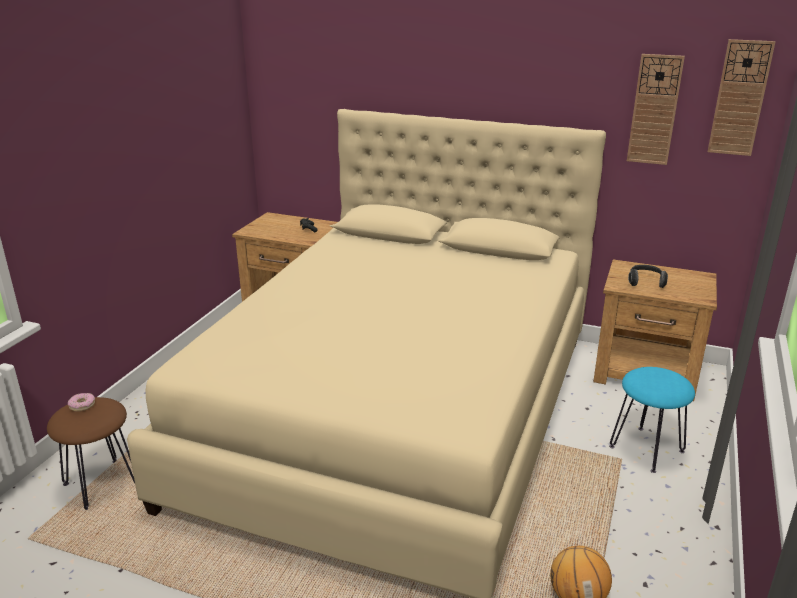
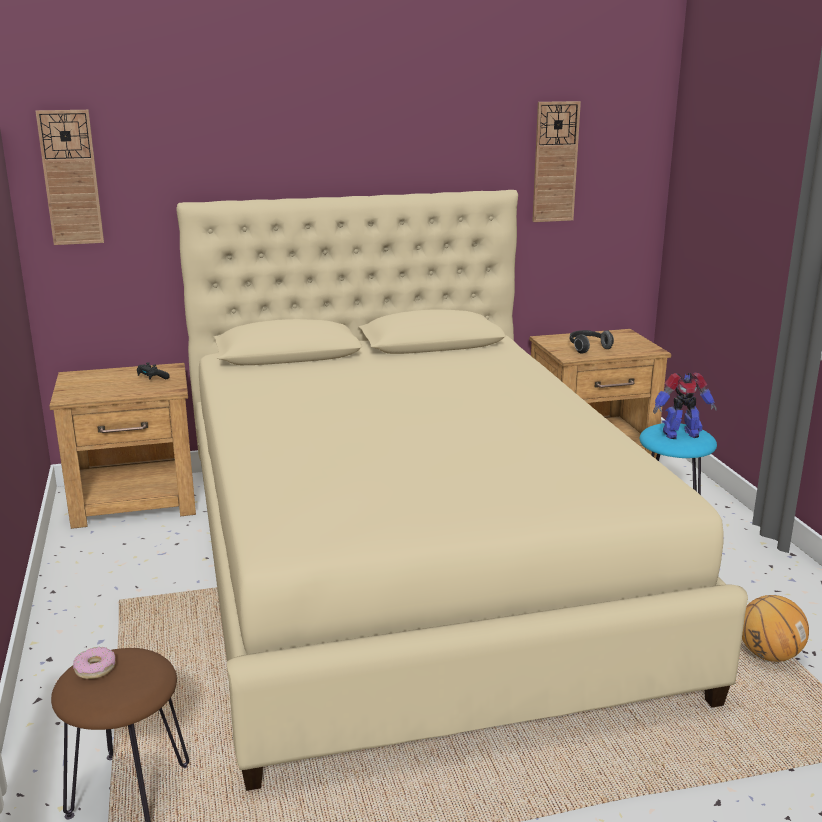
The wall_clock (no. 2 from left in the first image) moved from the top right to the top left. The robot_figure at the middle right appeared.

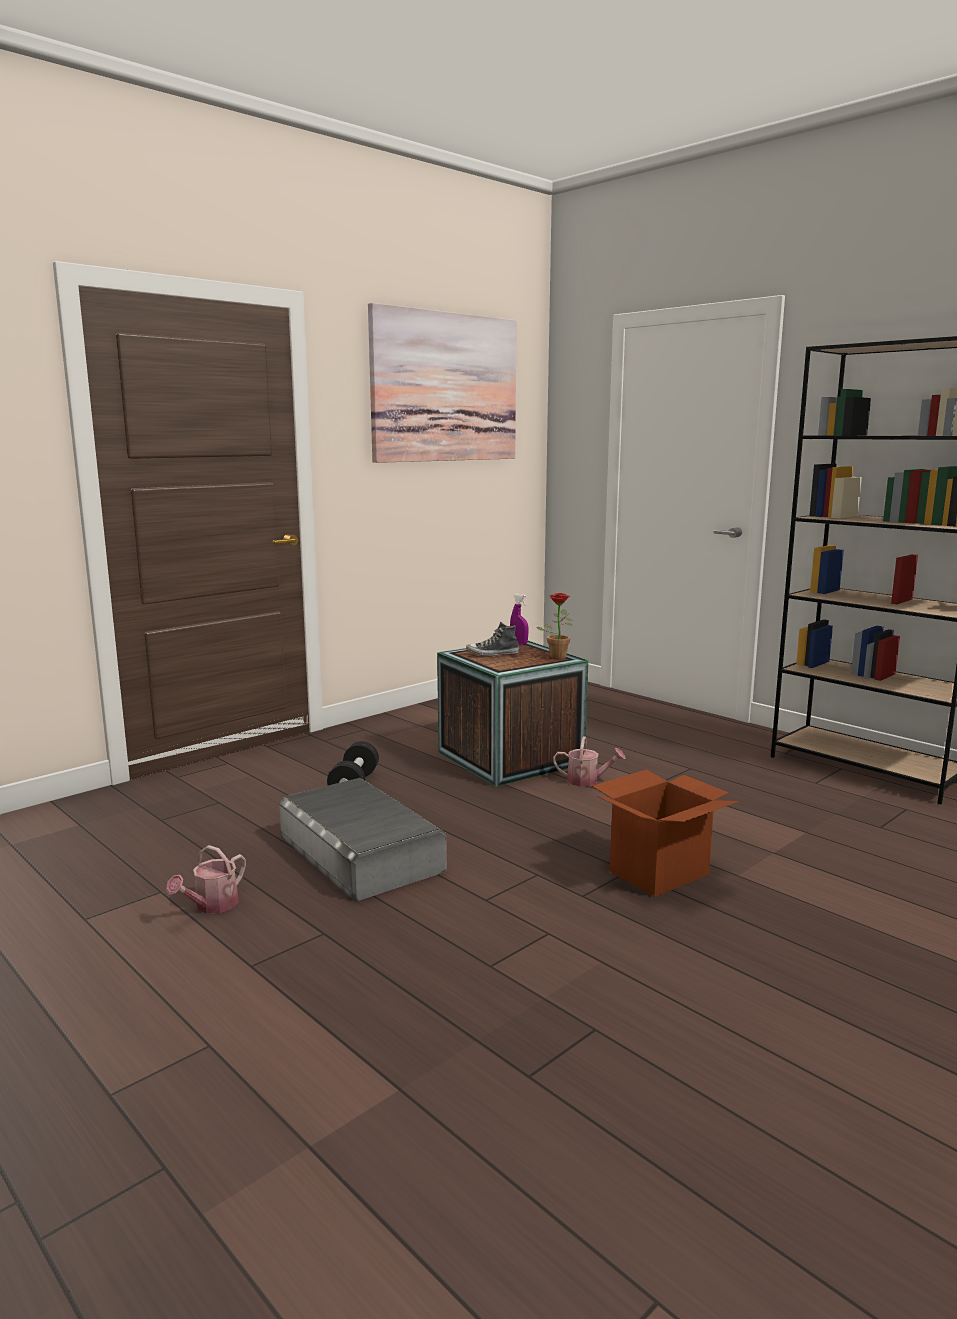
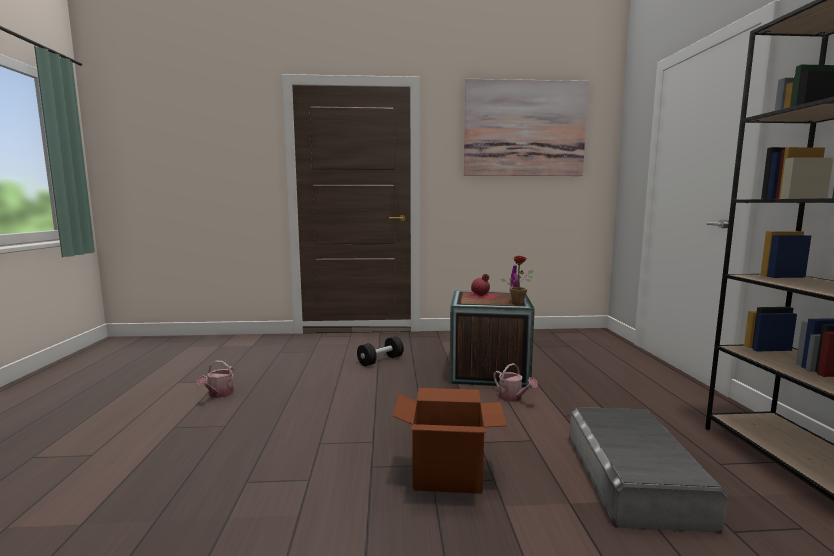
The sprinkling_can (no. 1 from left) at the middle left turned 60 degrees counterclockwise. The low_shoe at the centre was replaced by the reddish_beverage_bottle at the centre. The gray_storage_container moved from the centre to the bottom right.

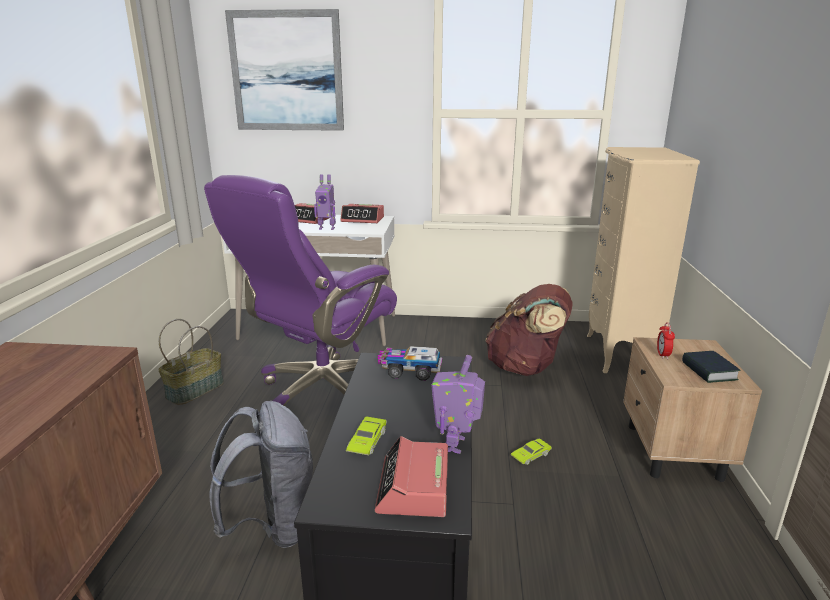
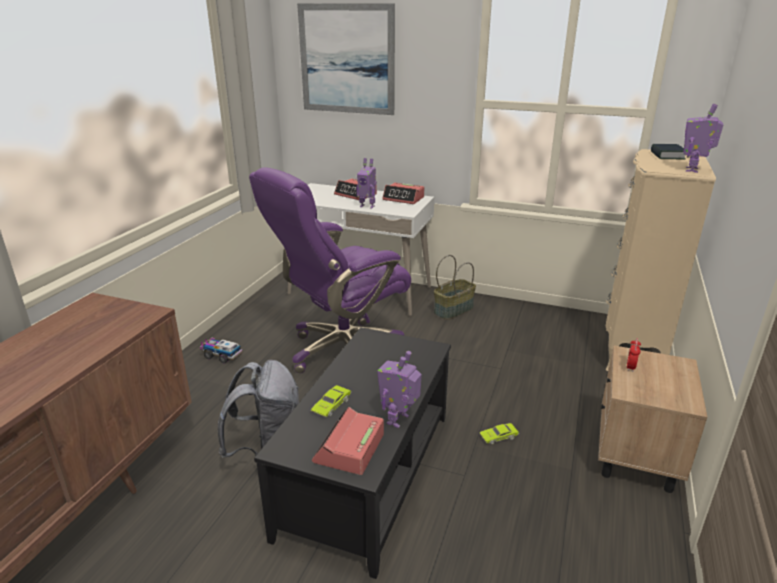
The toy_lorry moved from the centre to the middle left. The household_basket moved from the middle left to the centre. The book moved from the middle right to the top right. The robot_figure (no. 3 from left) at the top right appeared. The brown_rucksack at the centre disappeared.

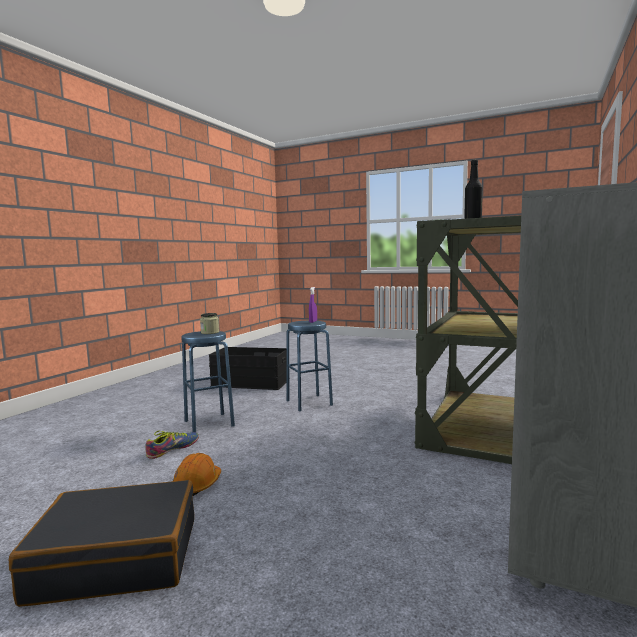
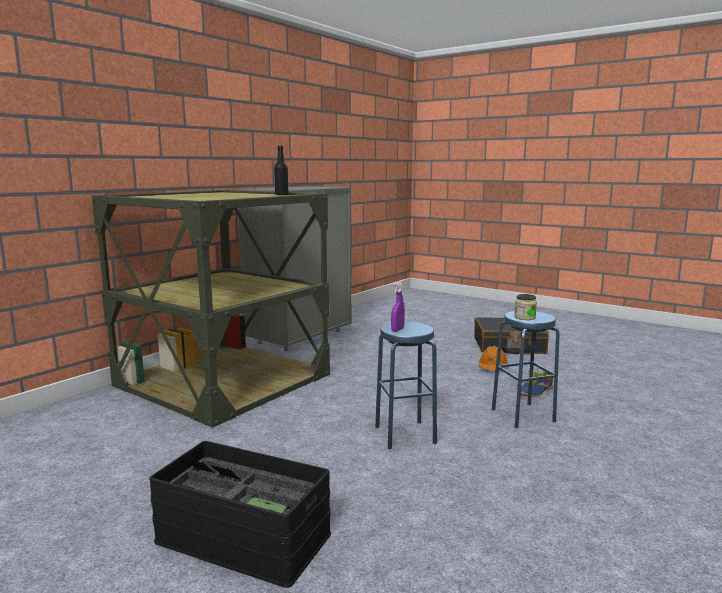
The black_storage_container moved from the centre to the bottom left.

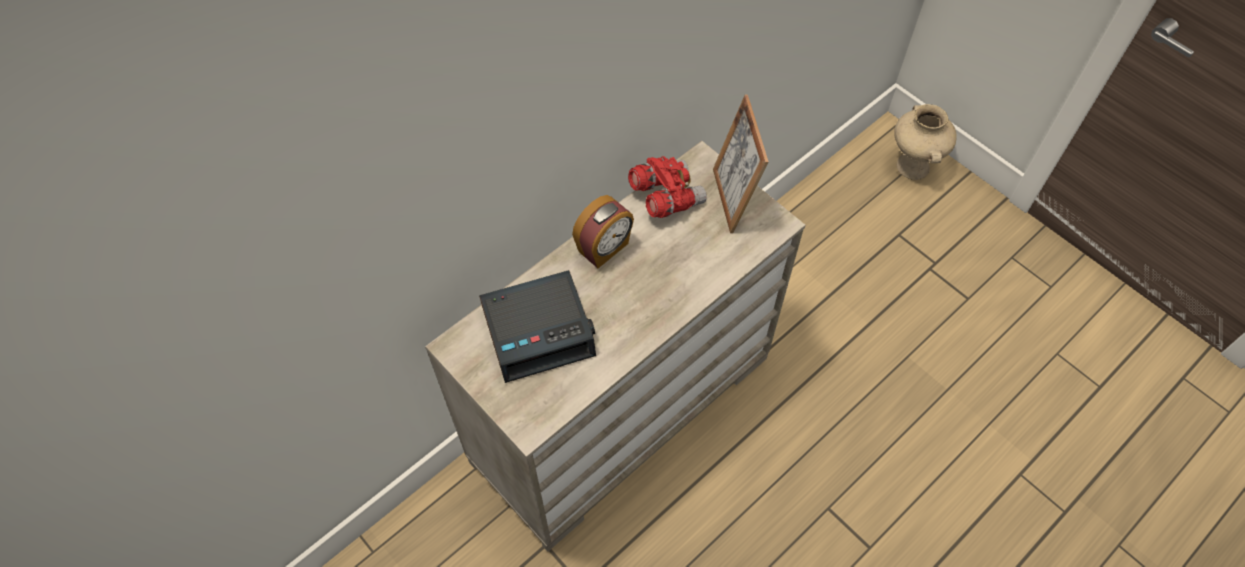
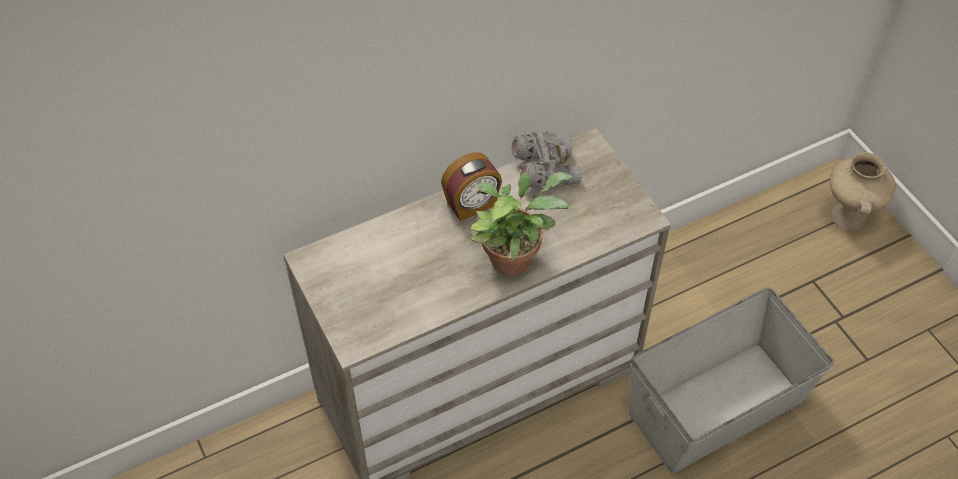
The potted_plant at the centre appeared. The reddish_pair_of_binoculars at the top centre became the gray_pair_of_binoculars at the top centre. The gray_storage_container at the bottom right appeared. The table_clock (no. 1 from left) at the centre disappeared. The photo_frame at the top centre disappeared.

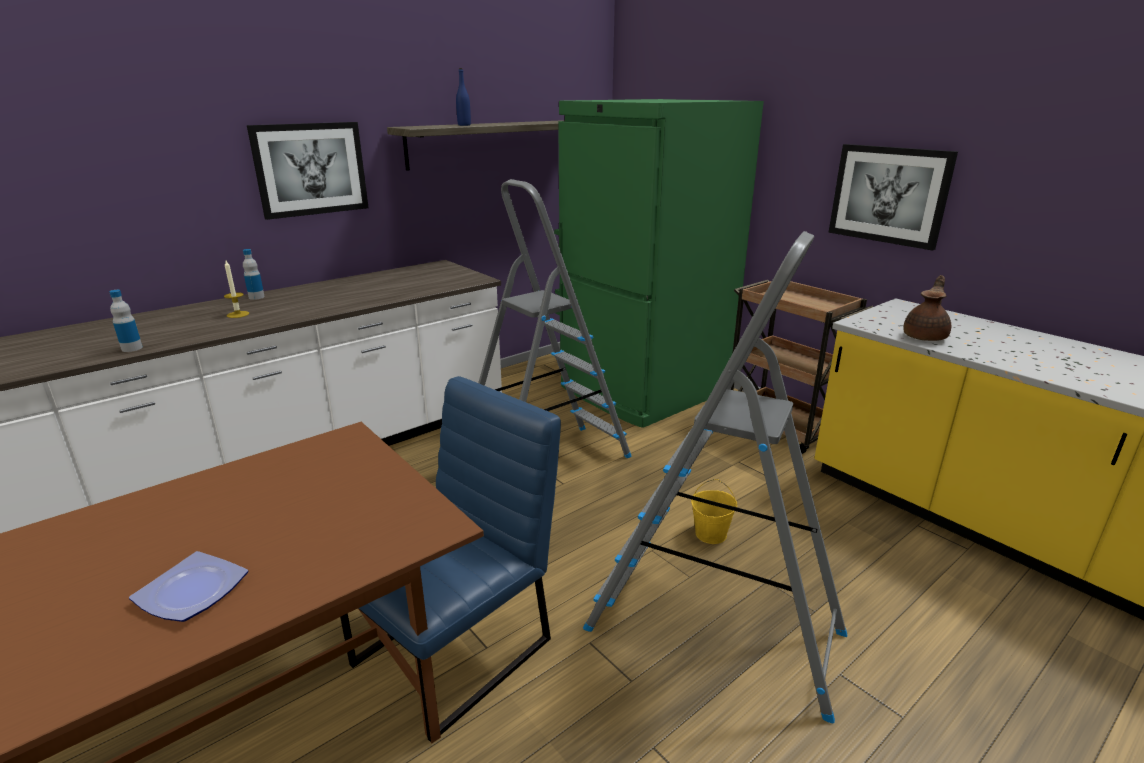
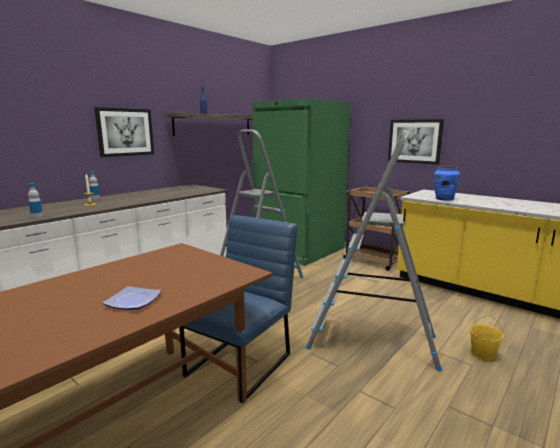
The brown_pot_for_tea at the middle right was replaced by the blue_flower_vase at the middle right. The yellowish_pail moved from the bottom centre to the bottom right.

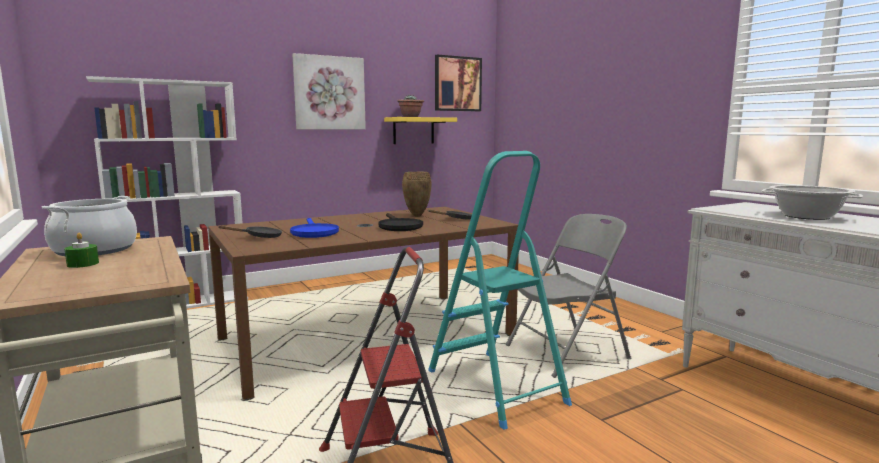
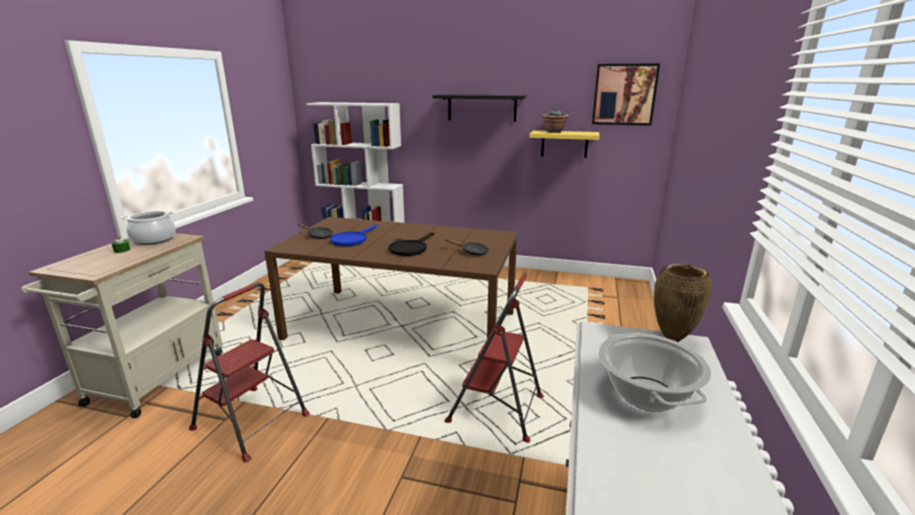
The wall_picture (no. 1 from left) at the top centre was replaced by the black_bracket_shelf at the top centre. The gray_plain_chair at the centre was replaced by the reddish_step_ladder (no. 2 from left) at the bottom centre. The brown_flower_vase moved from the centre to the middle right. The turquoise_step_ladder at the centre disappeared.

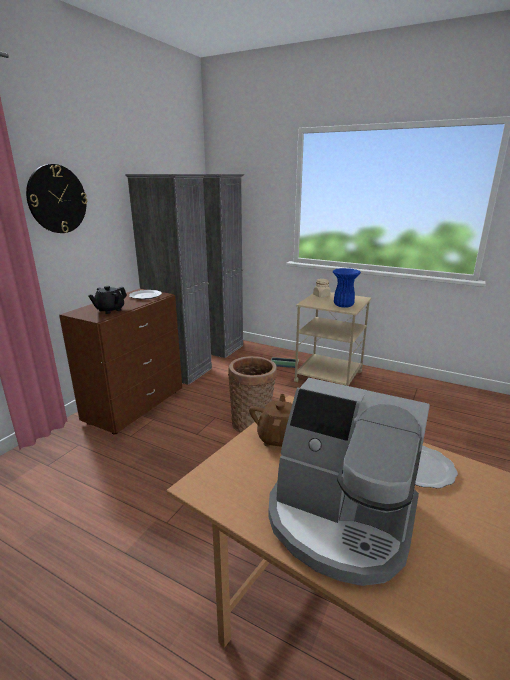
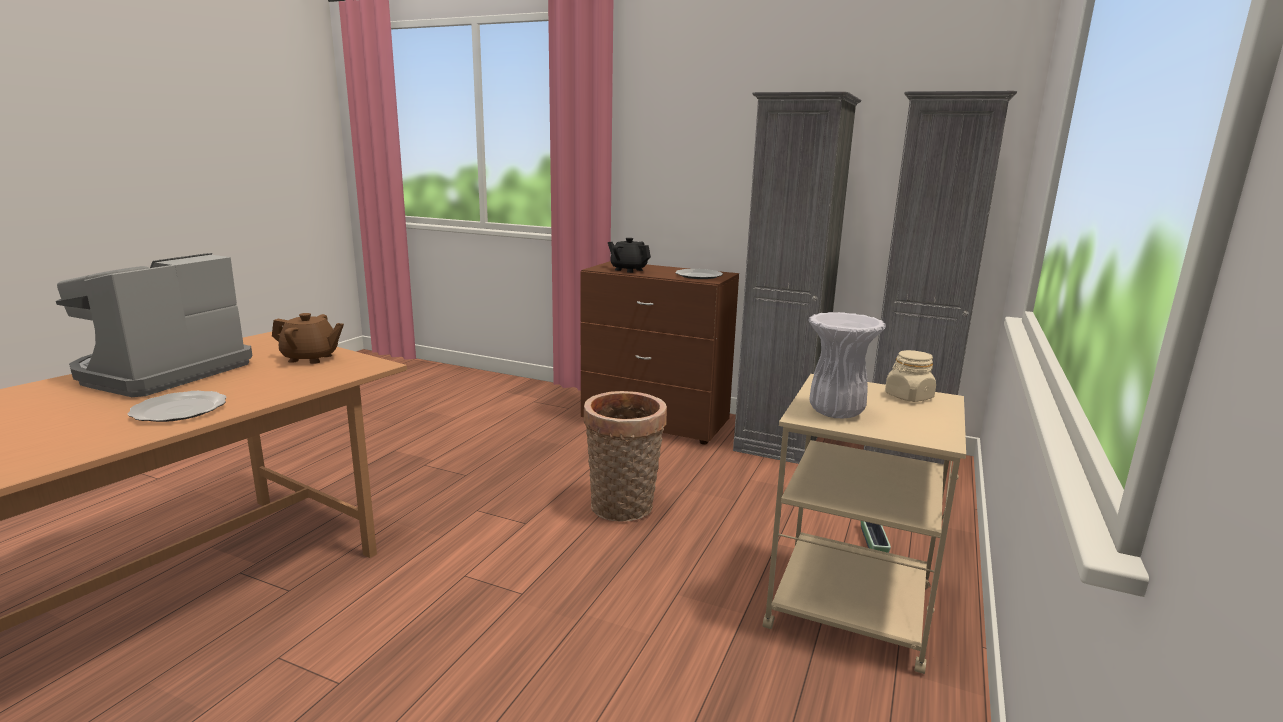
The blue_flower_vase at the middle right became the white_flower_vase at the centre. The wall_clock at the top left disappeared.

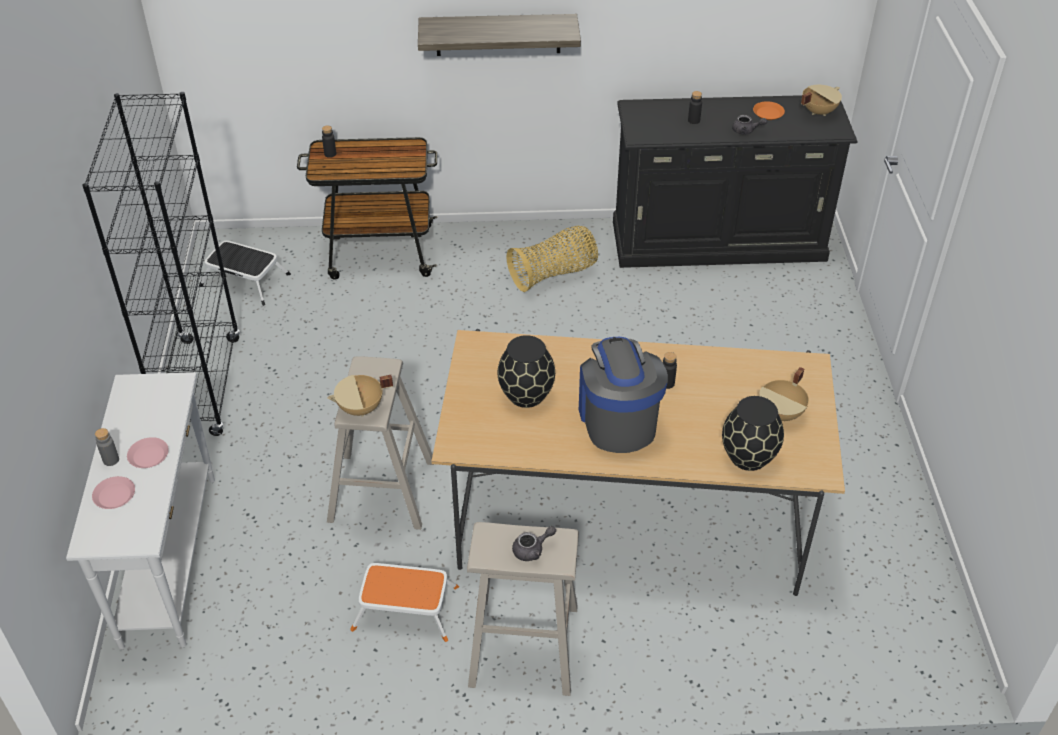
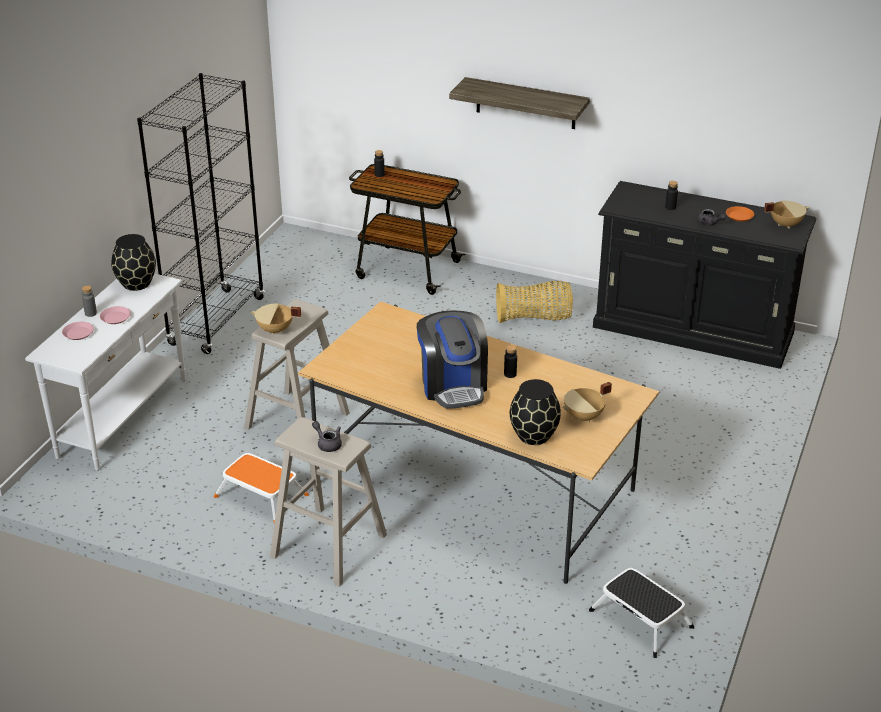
The black_flower_vase (no. 1 from left) moved from the centre to the middle left. The gray_pot_for_tea (no. 1 from left) at the bottom centre turned 135 degrees counterclockwise. The coffee_brewer at the centre turned 150 degrees clockwise. The black_step_ladder moved from the middle left to the bottom right.

